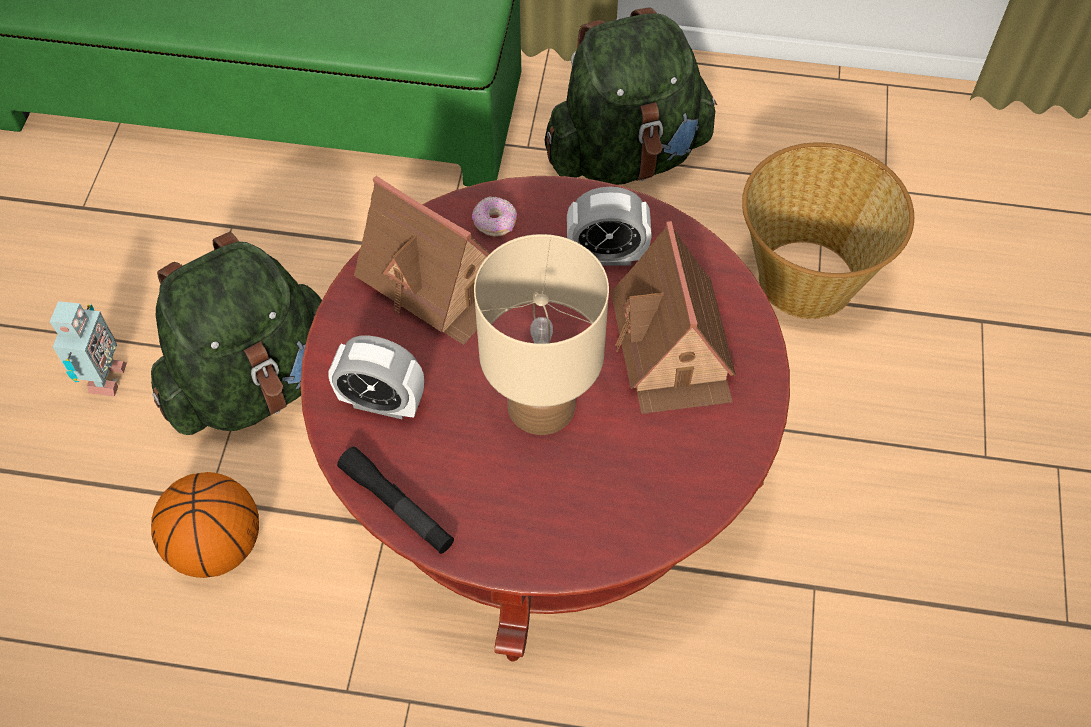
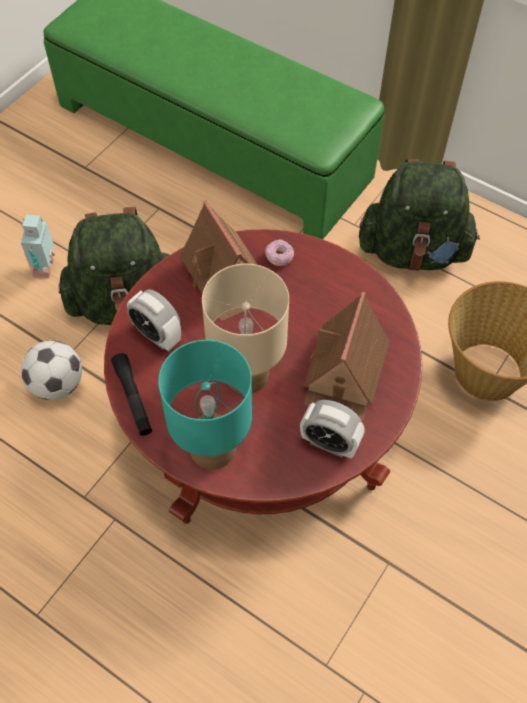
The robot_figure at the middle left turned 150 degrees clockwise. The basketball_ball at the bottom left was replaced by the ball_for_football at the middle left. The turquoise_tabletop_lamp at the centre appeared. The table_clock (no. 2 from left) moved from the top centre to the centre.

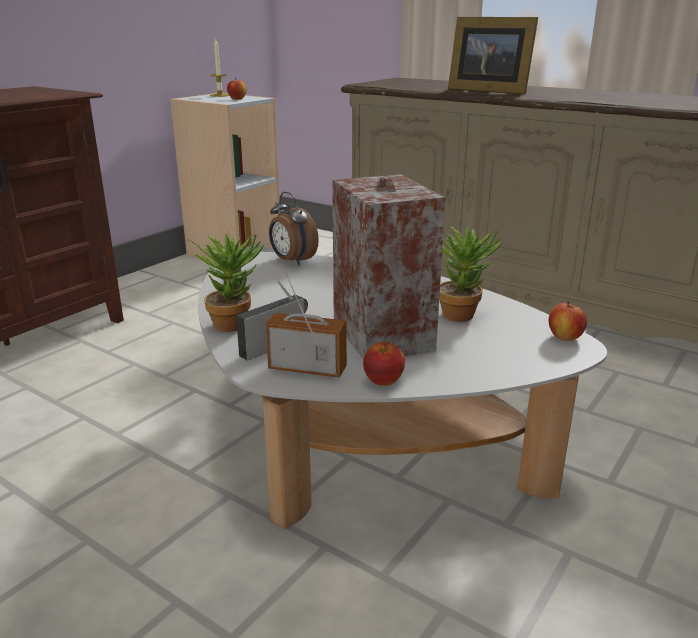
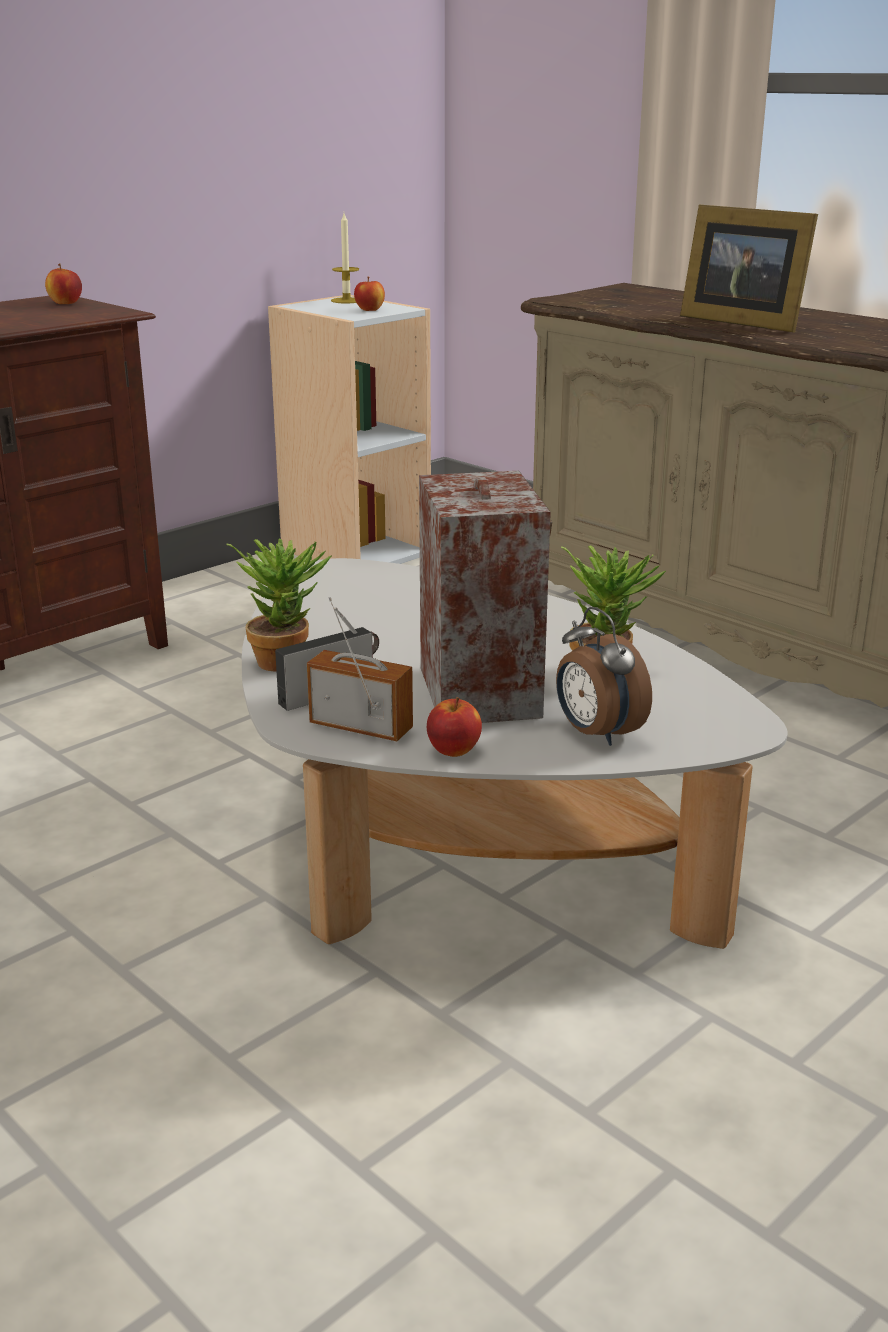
The apple_fruit (no. 3 from left in the first image) moved from the middle right to the top left. The table_clock moved from the centre to the middle right.

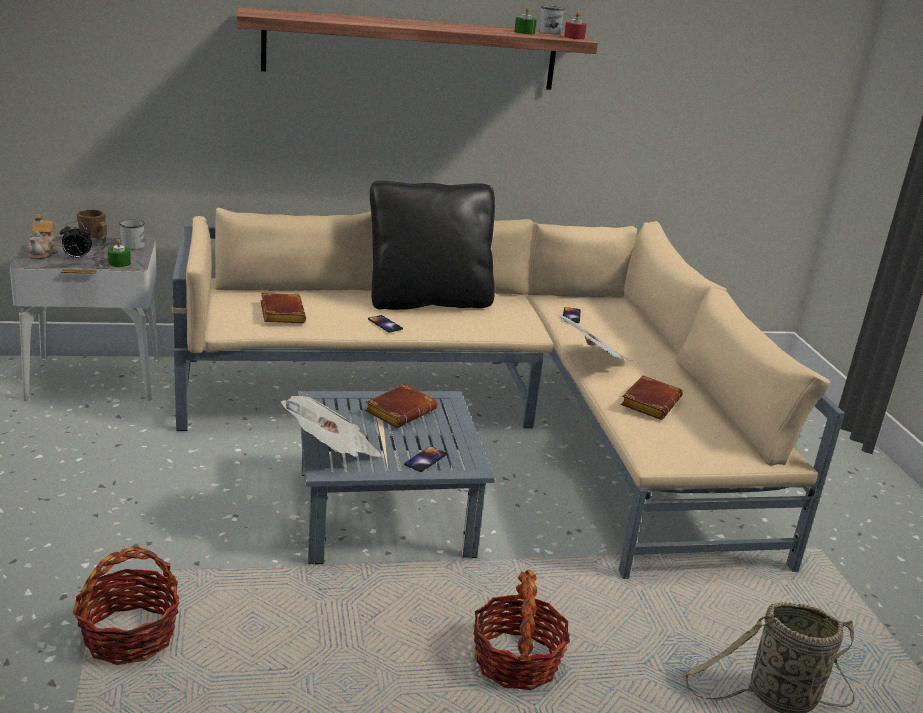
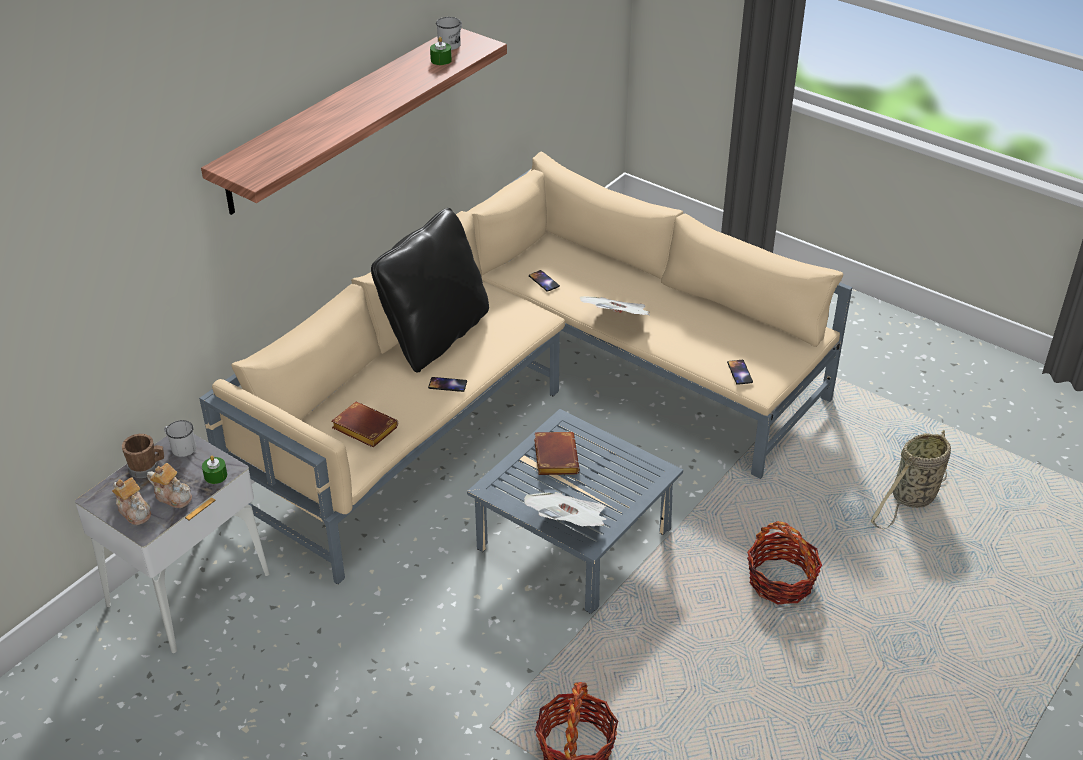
The table_clock at the middle left was replaced by the pot_for_tea (no. 2 from left) at the middle left. The phone (no. 2 from left in the first image) moved from the centre to the middle right. The reddish_wax_candle at the top centre disappeared. The brown_book (no. 3 from left) at the middle right disappeared.

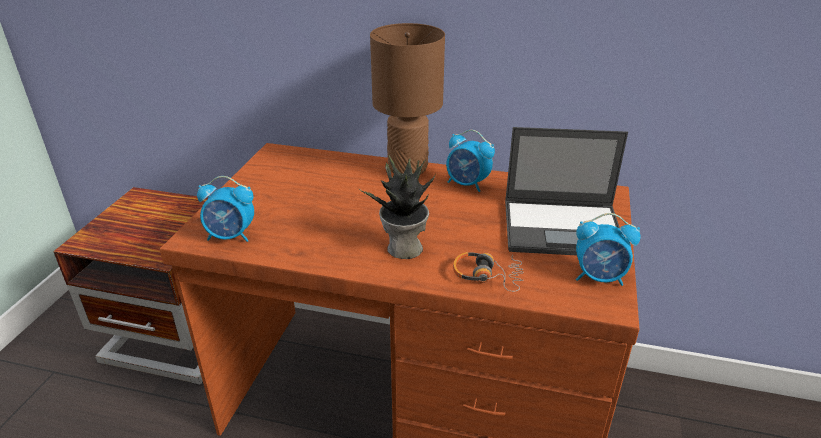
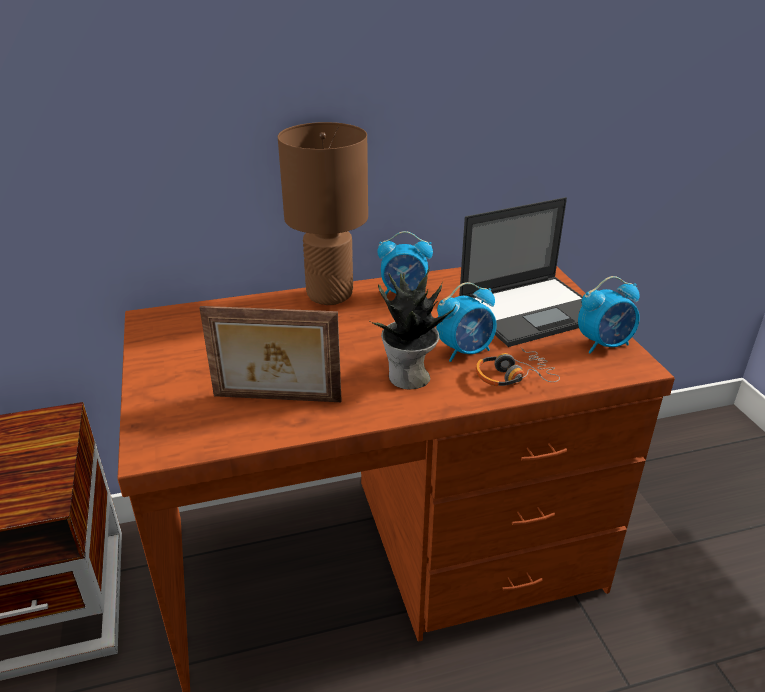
The photo_frame at the centre appeared. The table_clock (no. 1 from left in the first image) moved from the middle left to the centre.

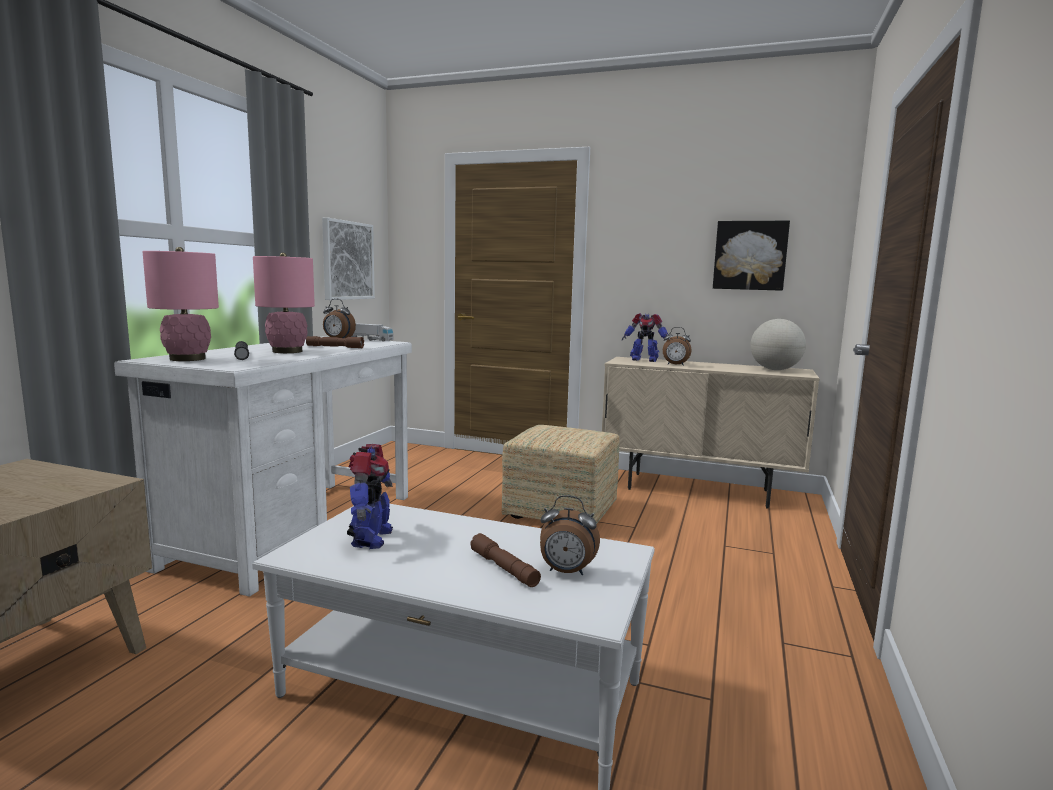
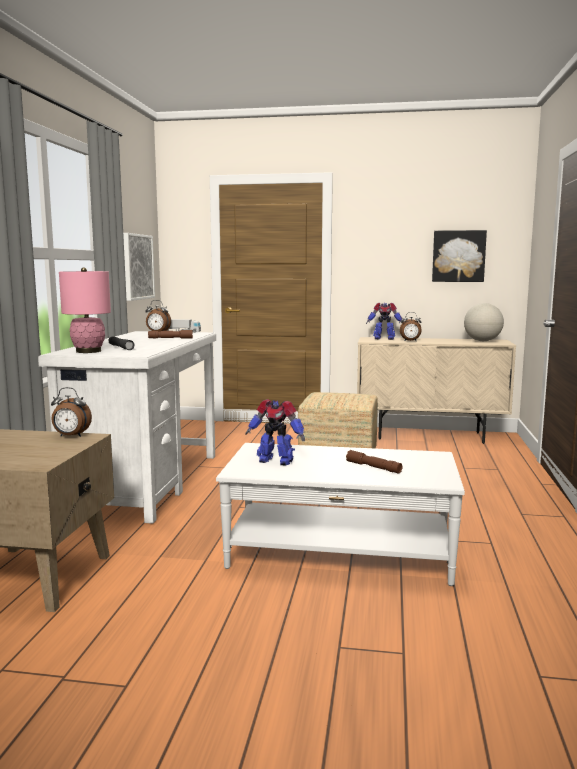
The table_clock (no. 2 from left in the first image) moved from the bottom centre to the middle left. The robot_figure (no. 1 from left) at the centre turned 120 degrees clockwise. The pink_tabletop_lamp (no. 2 from left) at the middle left disappeared.

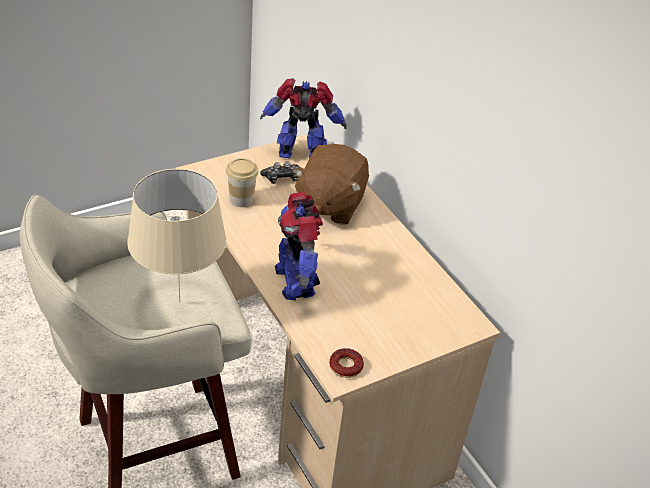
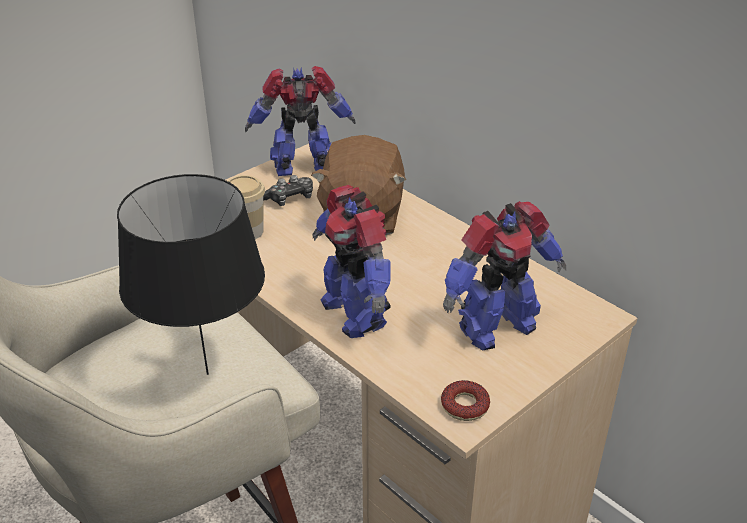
The sand-coloured_tabletop_lamp at the middle left became the black_tabletop_lamp at the middle left. The robot_figure (no. 3 from left) at the middle right appeared.

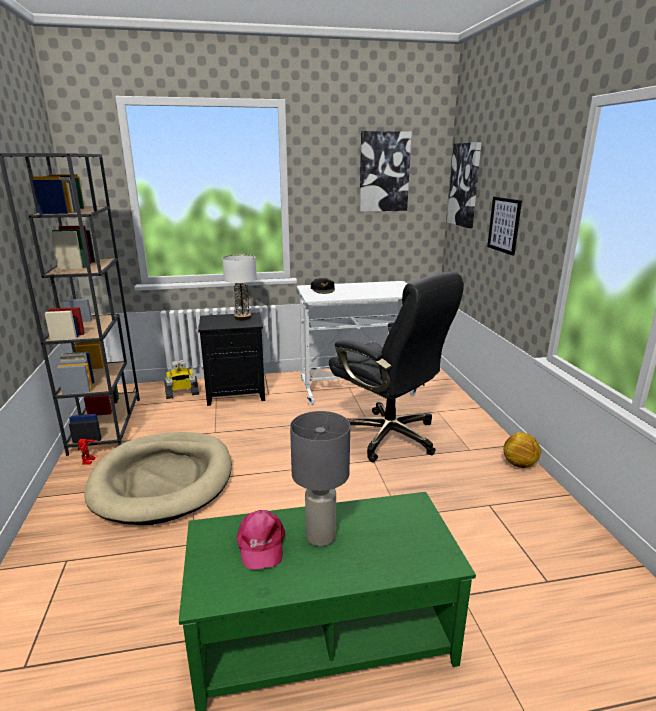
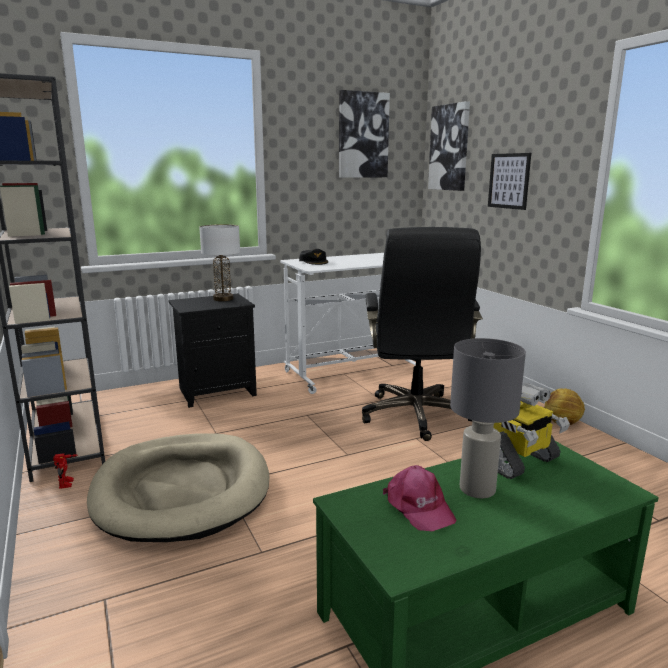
The black_desk_chair at the centre turned 60 degrees clockwise. The robot_figure (no. 2 from left) moved from the middle left to the middle right.

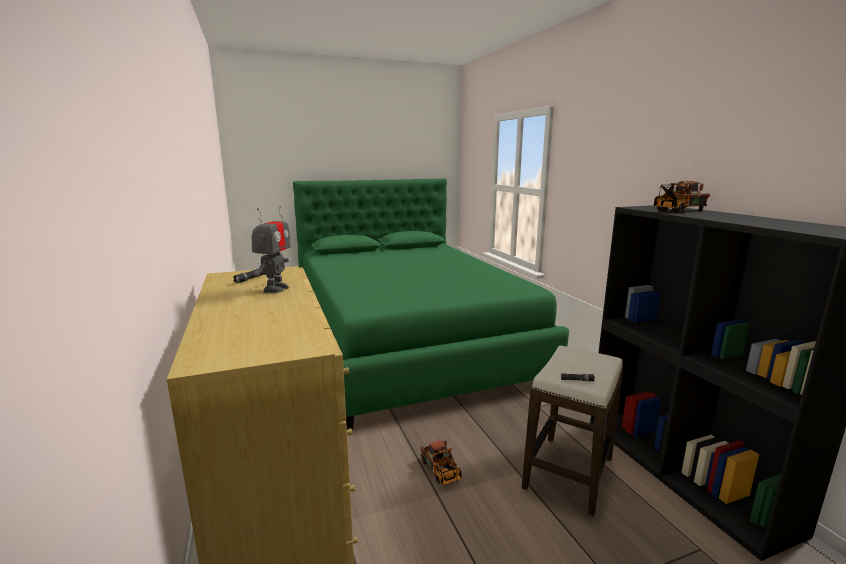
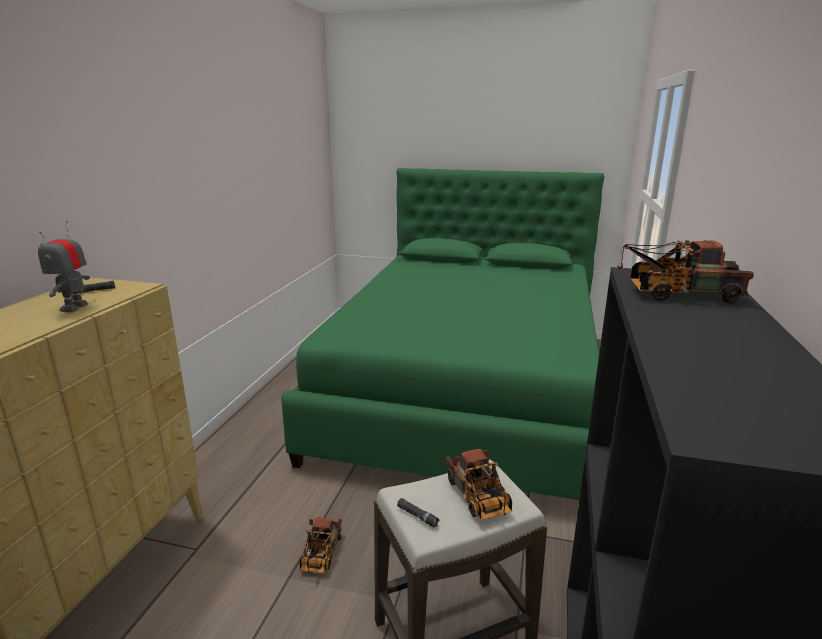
The robot_figure at the middle left turned 135 degrees clockwise. The toy_lorry (no. 2 from left) at the bottom centre appeared.

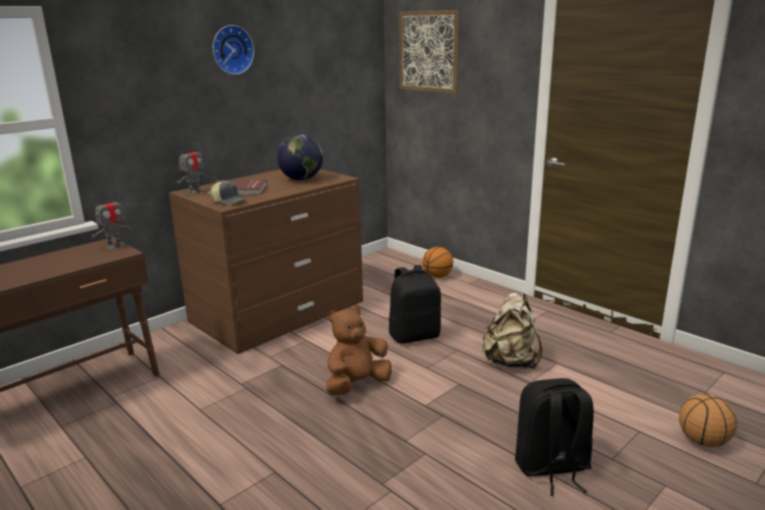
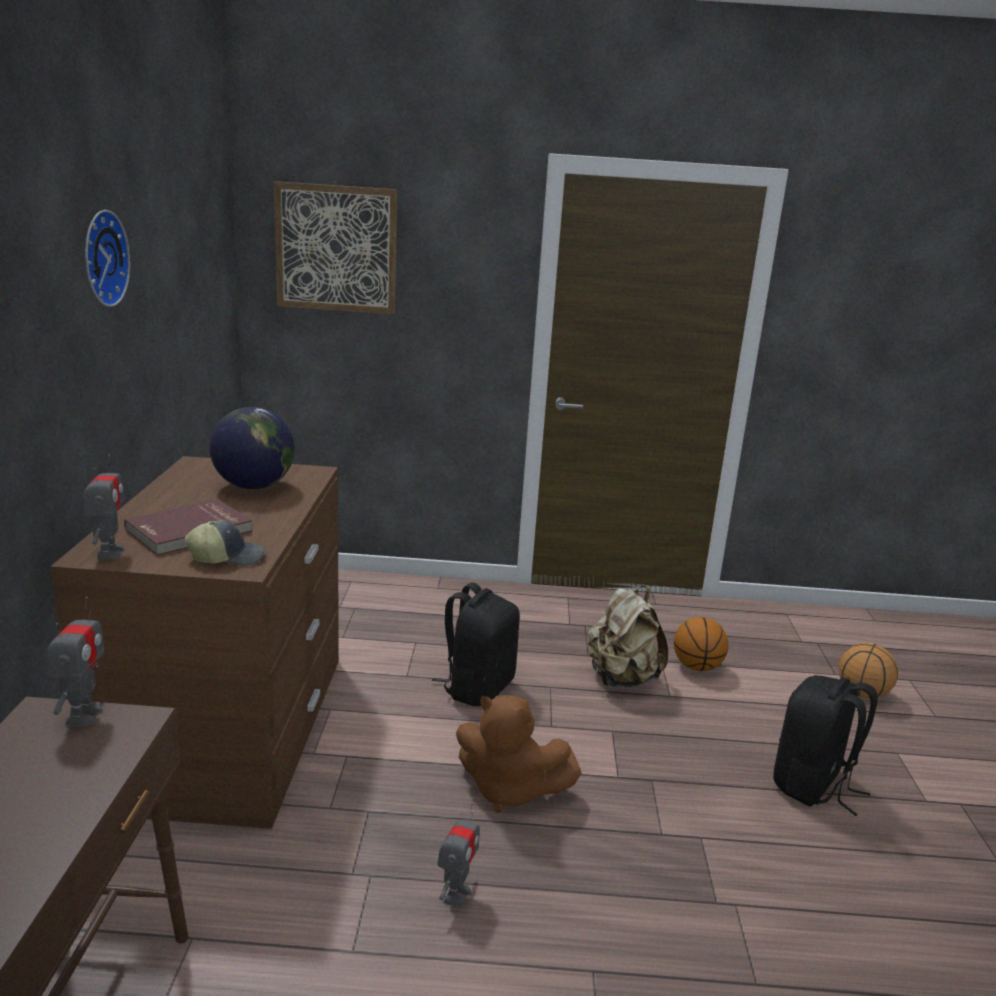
The robot_figure (no. 3 from left) at the bottom centre appeared. The brown_plush_toy at the bottom centre turned 75 degrees counterclockwise. The basketball_ball (no. 1 from left) moved from the centre to the middle right.

